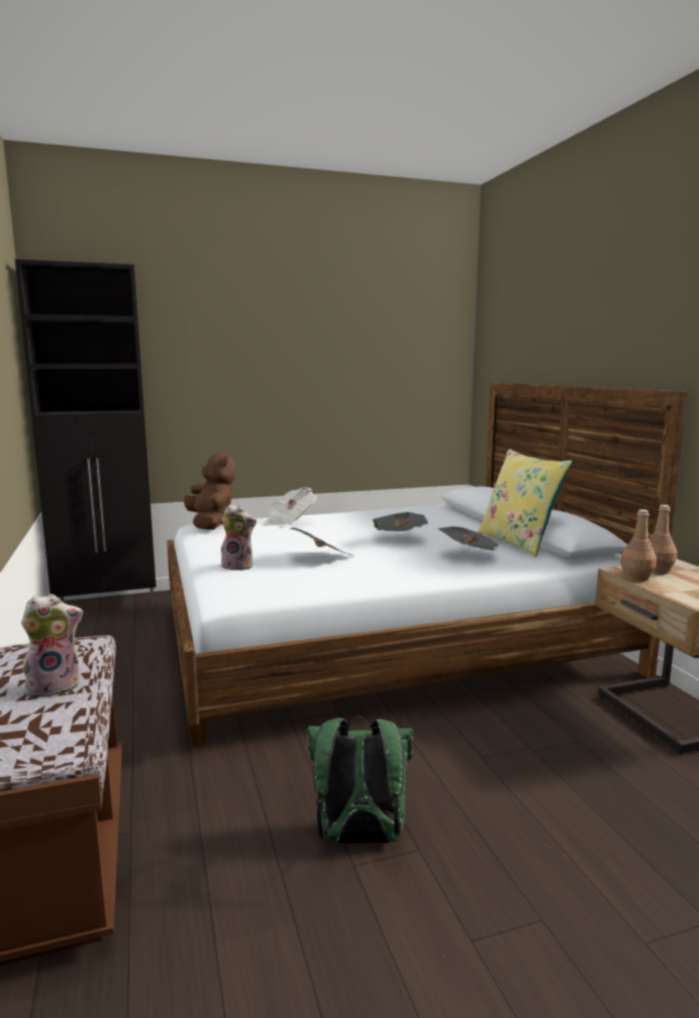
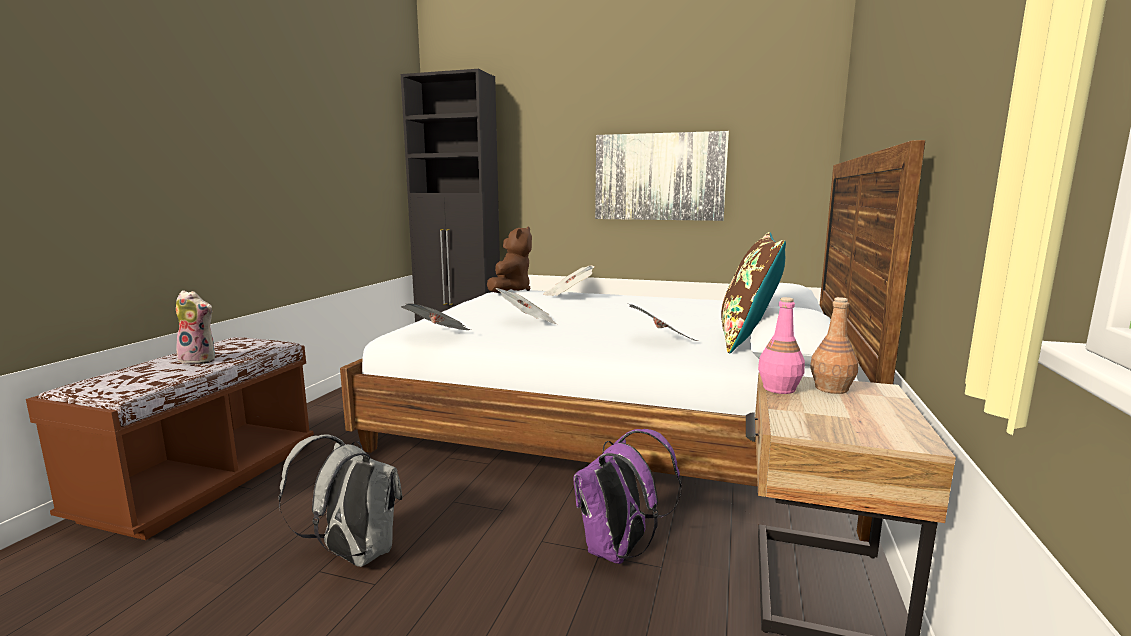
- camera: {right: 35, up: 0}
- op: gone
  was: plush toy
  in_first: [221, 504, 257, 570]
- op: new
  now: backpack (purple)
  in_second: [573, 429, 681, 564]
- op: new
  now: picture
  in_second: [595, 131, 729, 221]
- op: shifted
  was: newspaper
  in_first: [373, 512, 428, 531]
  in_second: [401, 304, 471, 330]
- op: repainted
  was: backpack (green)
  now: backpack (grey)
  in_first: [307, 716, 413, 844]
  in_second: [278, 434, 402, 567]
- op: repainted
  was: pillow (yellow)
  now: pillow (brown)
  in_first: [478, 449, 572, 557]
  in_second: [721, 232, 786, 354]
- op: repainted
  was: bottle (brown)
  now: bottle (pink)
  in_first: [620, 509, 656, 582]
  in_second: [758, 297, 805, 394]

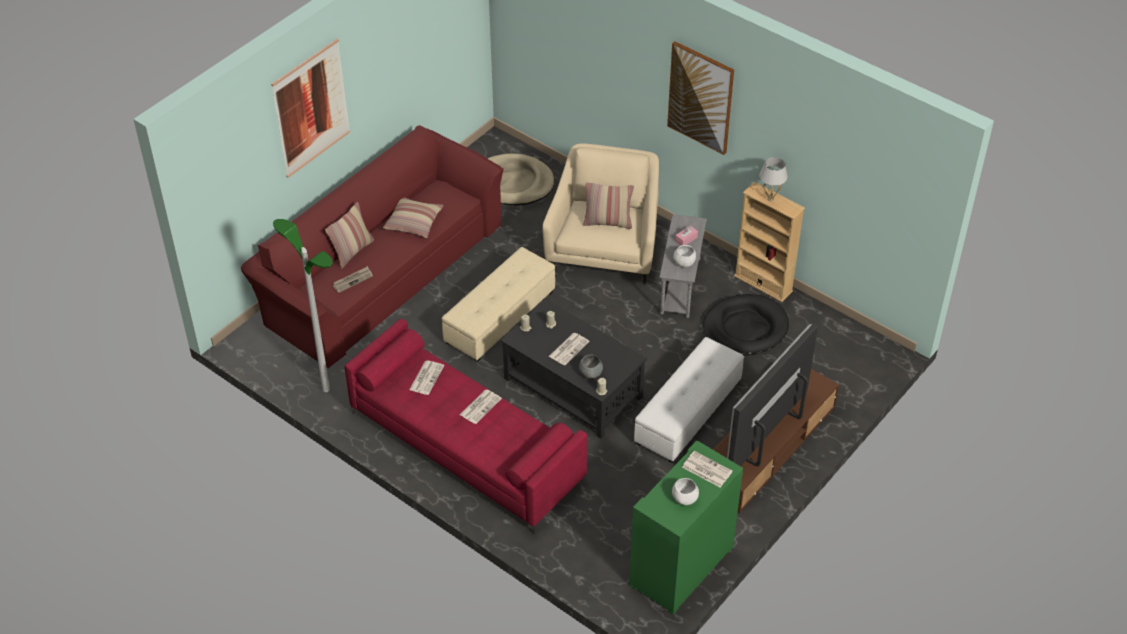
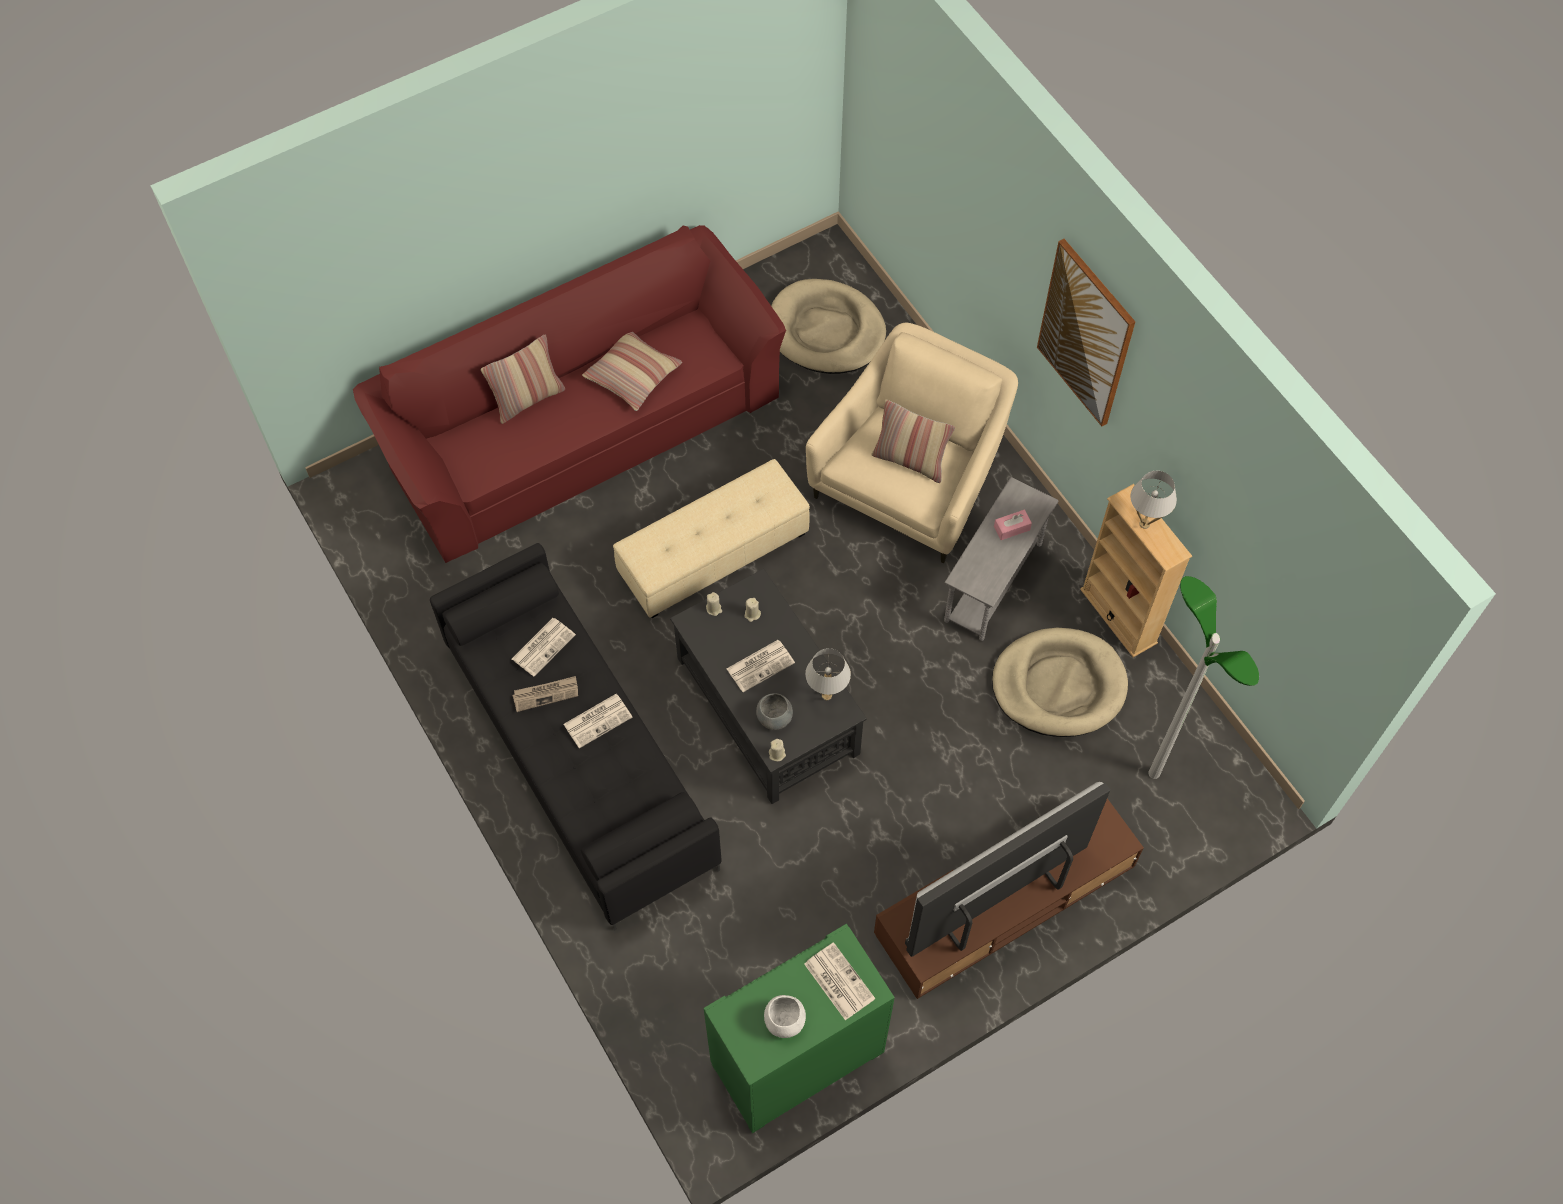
- camera: {right: 20, up: 15}
- op: gone
  was: picture
  in_first: [271, 39, 350, 178]
- op: gone
  was: ottoman (white)
  in_first: [634, 337, 744, 463]
- op: gone
  was: bowl (white)
  in_first: [673, 245, 696, 267]
- op: new
  now: table lamp (white)
  in_second: [805, 648, 851, 700]
- op: shifted
  was: floor lamp
  in_first: [273, 219, 333, 392]
  in_second: [1148, 576, 1259, 779]
- op: shifted
  was: newspaper
  in_first: [333, 266, 373, 293]
  in_second: [513, 676, 578, 712]
- op: repainted
  was: sofa (red)
  now: sofa (black)
  in_first: [345, 319, 588, 534]
  in_second: [430, 543, 722, 931]
- op: repainted
  was: dog bed (black)
  now: dog bed (beige)
  in_first: [703, 294, 789, 356]
  in_second: [992, 628, 1128, 737]

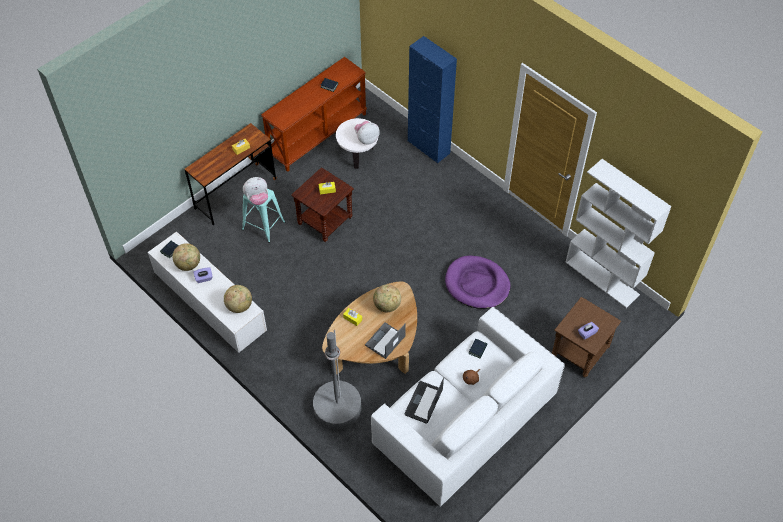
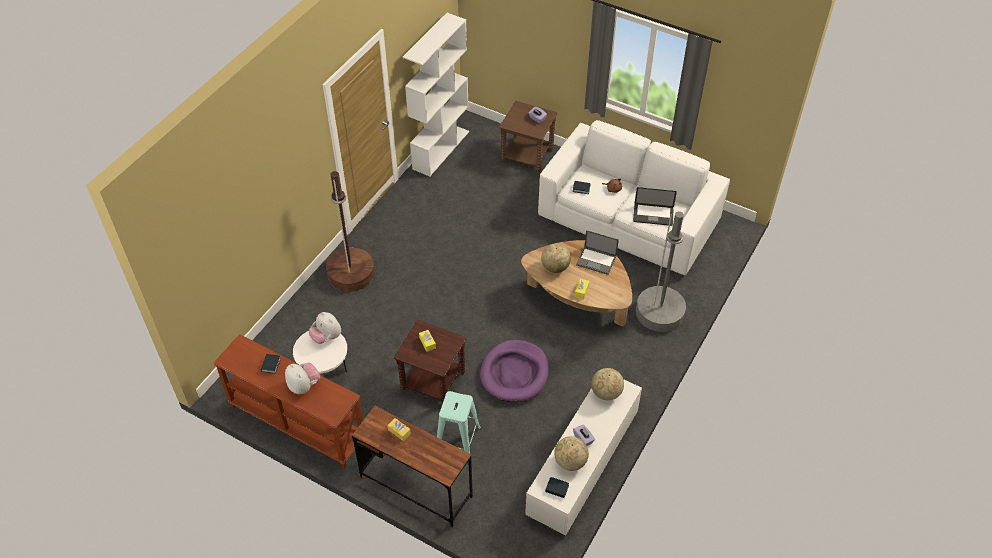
- camera: {right: -105, up: -5}
- op: gone
  was: cabinet (blue)
  in_first: [408, 36, 457, 163]
- op: new
  now: floor lamp (brown)
  in_second: [326, 171, 375, 292]
- op: shifted
  was: plush toy
  in_first: [243, 177, 268, 205]
  in_second: [285, 363, 320, 394]
- op: shifted
  was: dog bed (purple)
  in_first: [445, 256, 511, 309]
  in_second: [480, 340, 549, 402]

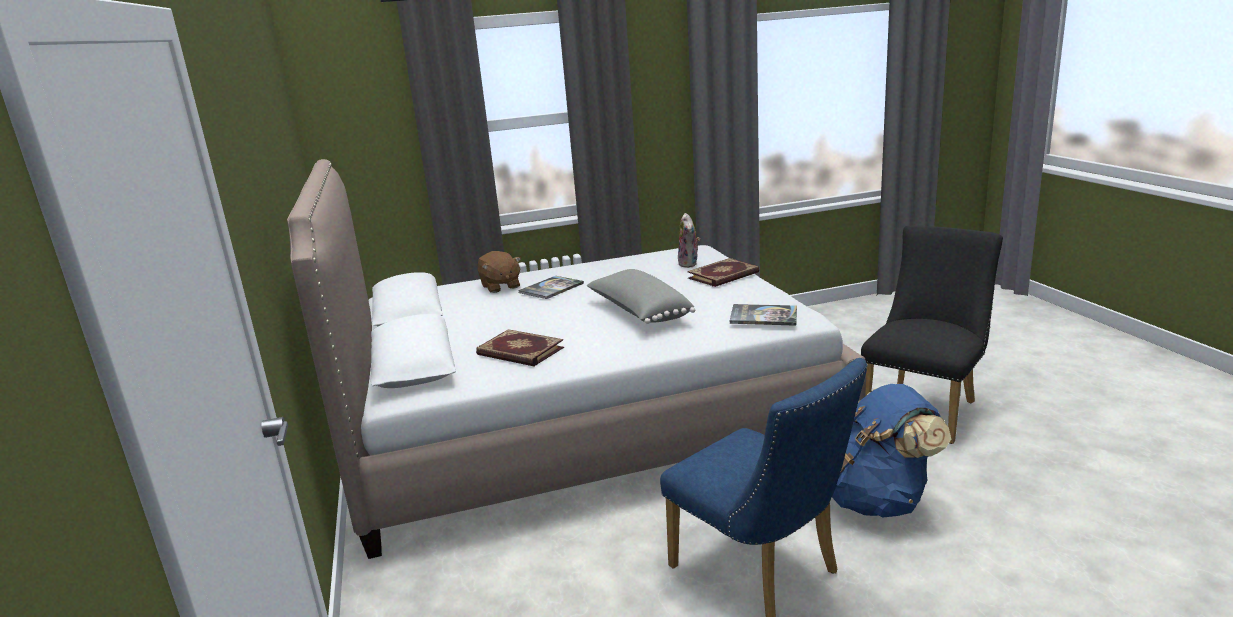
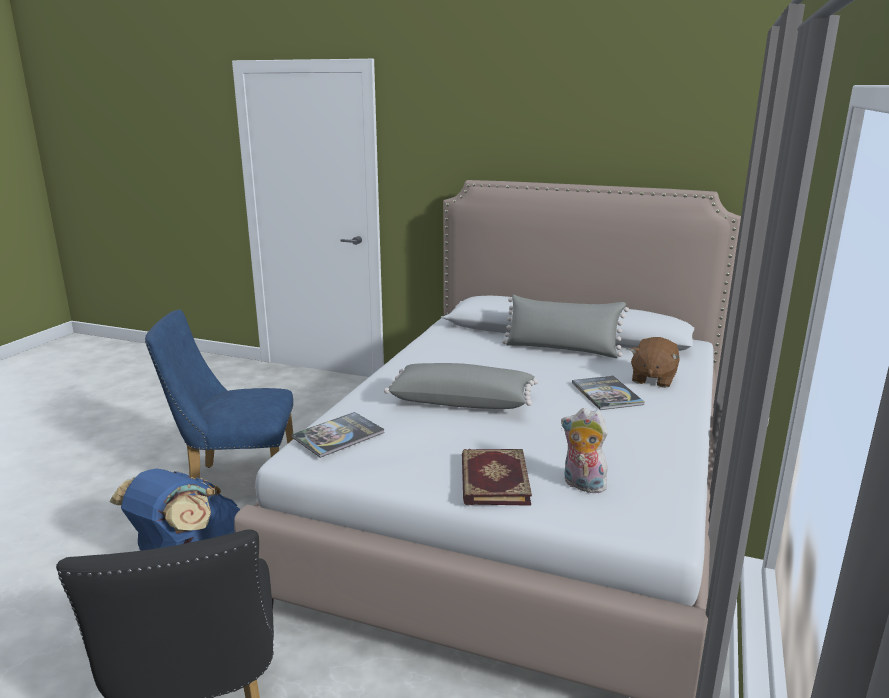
- camera: {right: 125, up: 0}
- op: gone
  was: book
  in_first: [476, 329, 564, 366]
- op: new
  now: pillow (grey)
  in_second: [502, 295, 629, 358]
- op: rotated
  was: plush toy (brown)
  in_first: [477, 251, 521, 293]
  in_second: [630, 337, 680, 388]
  clockwise: -75

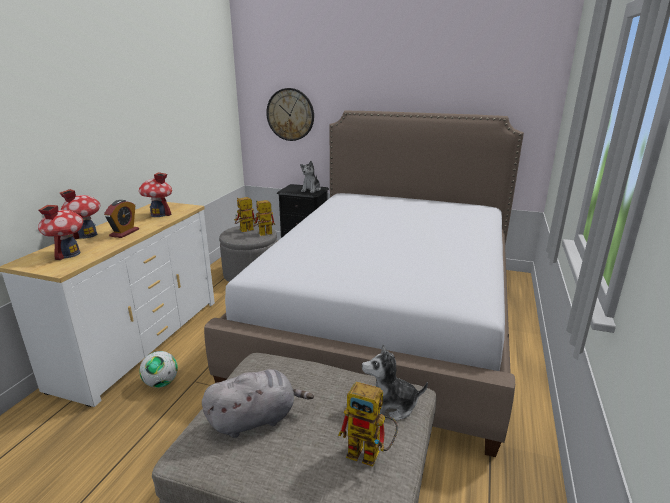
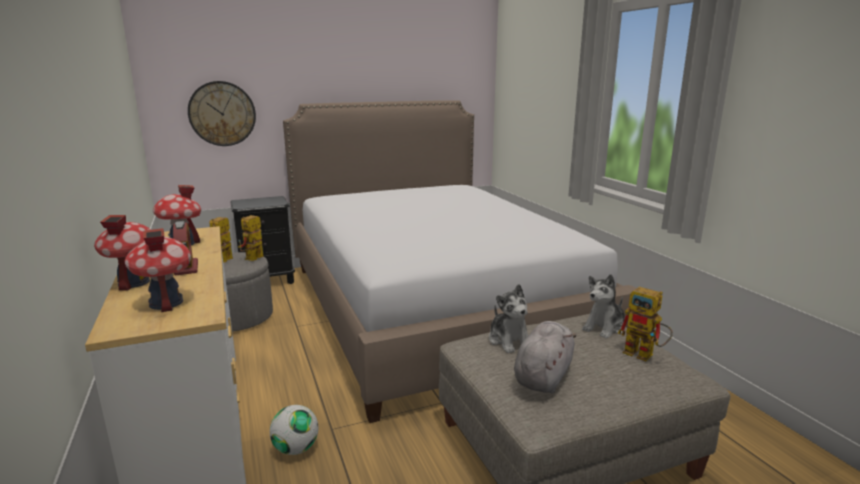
- camera: {right: -40, up: -5}
- op: shifted
  was: plush toy
  in_first: [300, 161, 321, 193]
  in_second: [489, 284, 528, 353]
- op: rotated
  was: toy robot
  in_first: [338, 382, 398, 467]
  in_second: [618, 287, 673, 361]
  clockwise: 60

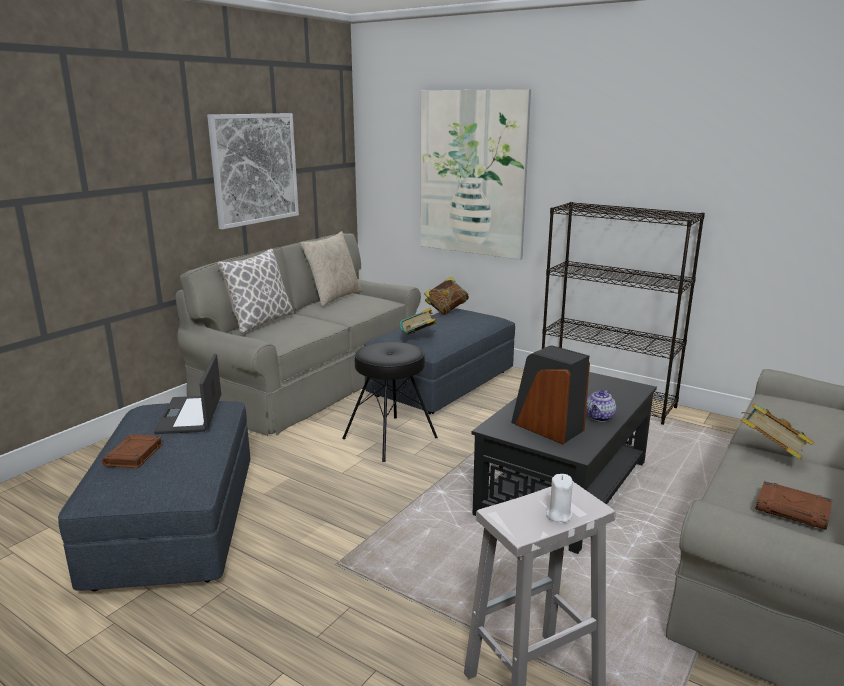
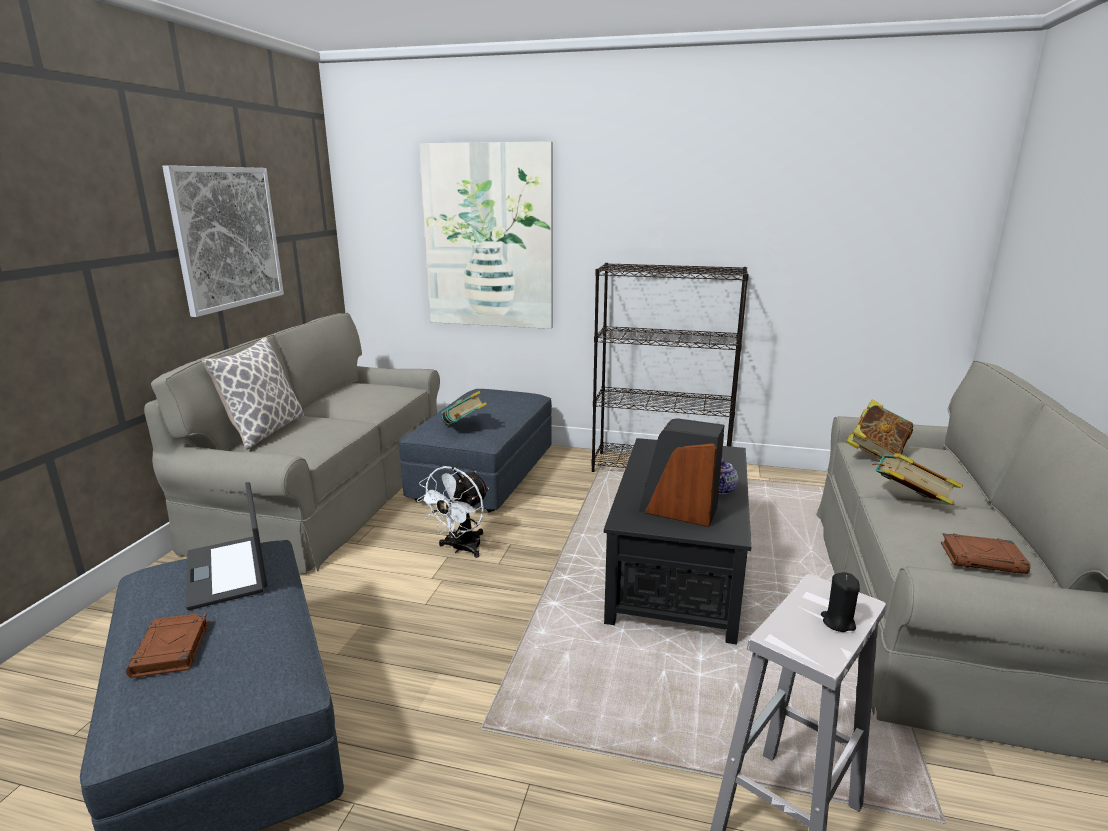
- camera: {right: -20, up: 0}
- op: gone
  was: pillow (beige)
  in_first: [300, 231, 362, 307]
- op: shifted
  was: book
  in_first: [424, 276, 469, 315]
  in_second: [846, 400, 913, 459]
- op: swapped
  was: stool (black)
  now: fan (white)
  in_first: [342, 342, 438, 462]
  in_second: [417, 466, 489, 558]
- op: repainted
  was: candle (white)
  now: candle (black)
  in_first: [546, 474, 573, 523]
  in_second: [821, 572, 860, 632]

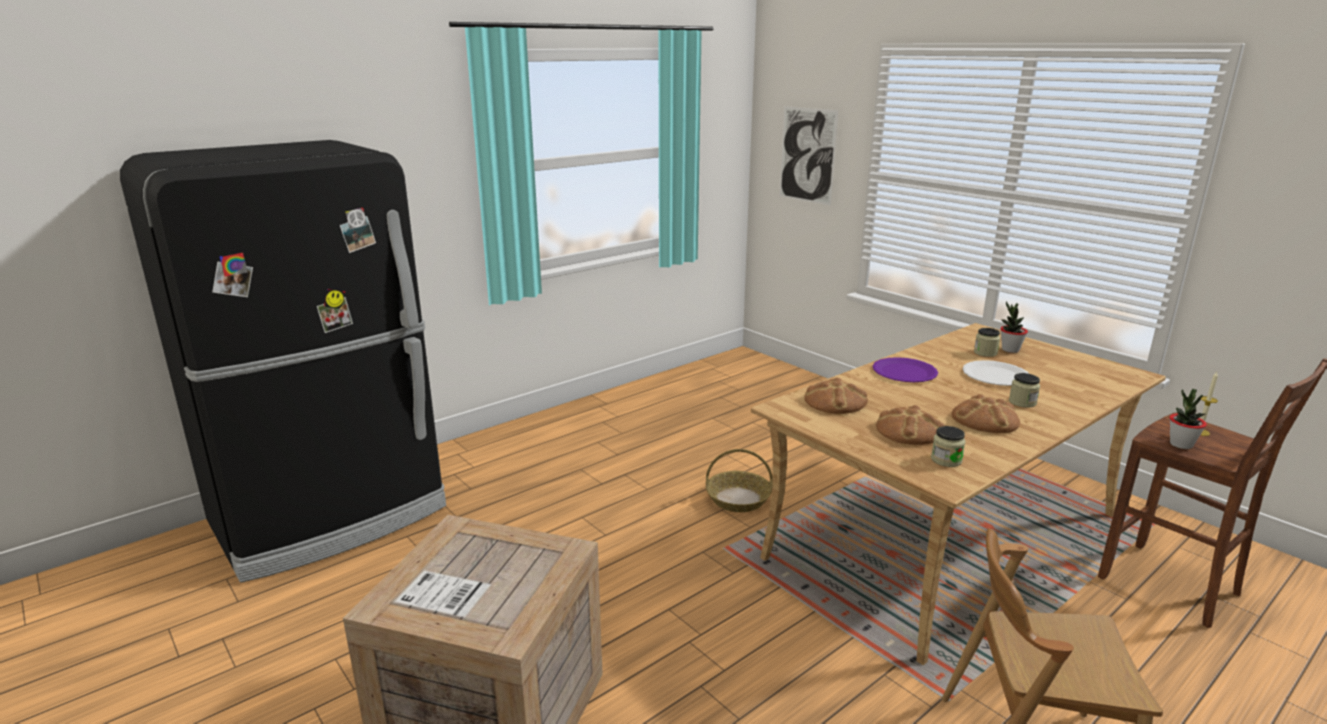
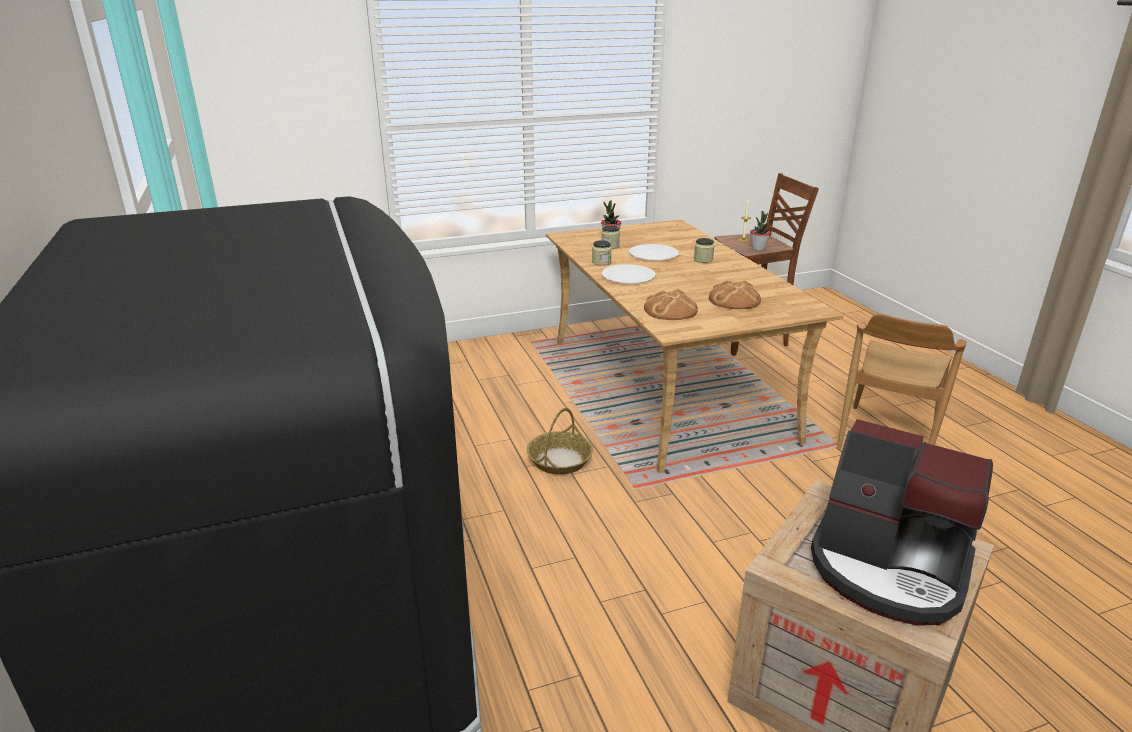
- camera: {right: -70, up: 5}
- op: gone
  was: picture
  in_first: [779, 106, 838, 206]
- op: gone
  was: bread
  in_first: [952, 394, 1020, 433]
- op: new
  now: coffee machine
  in_second: [811, 419, 993, 626]
- op: shifted
  was: jar
  in_first: [931, 426, 965, 467]
  in_second: [592, 240, 612, 266]
- op: repainted
  was: plate (purple)
  now: plate (white)
  in_first: [873, 357, 938, 382]
  in_second: [602, 264, 656, 284]

